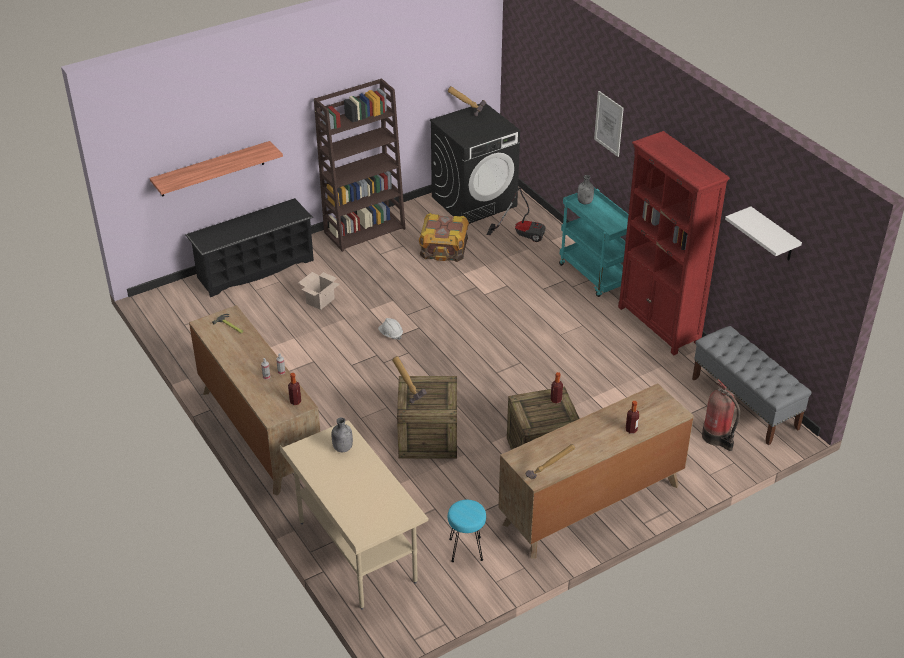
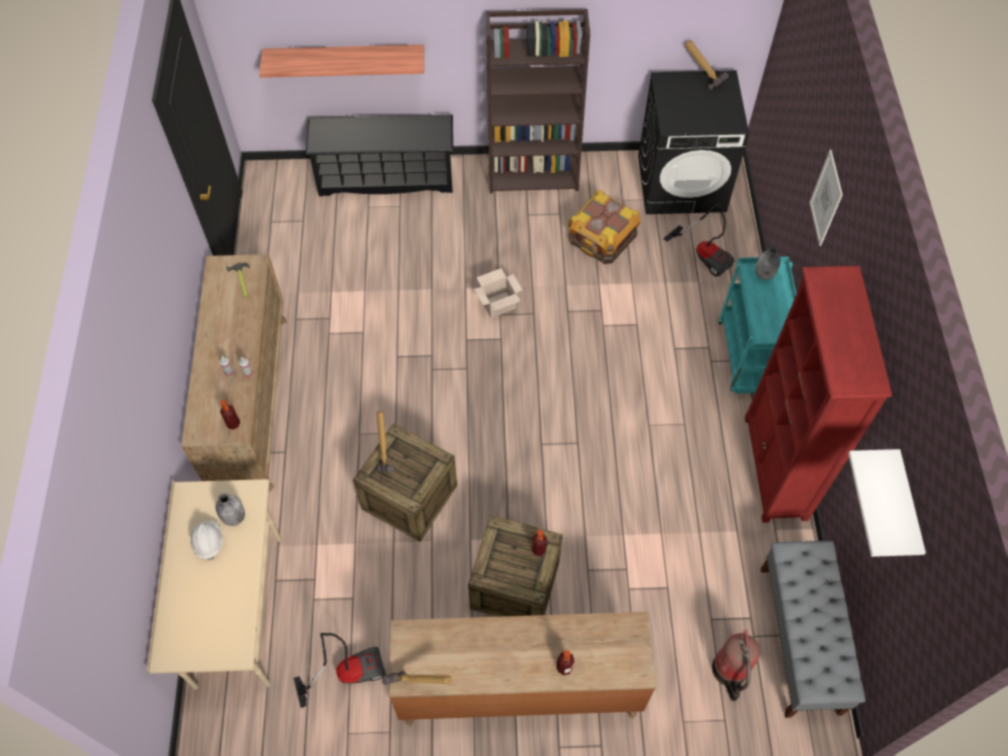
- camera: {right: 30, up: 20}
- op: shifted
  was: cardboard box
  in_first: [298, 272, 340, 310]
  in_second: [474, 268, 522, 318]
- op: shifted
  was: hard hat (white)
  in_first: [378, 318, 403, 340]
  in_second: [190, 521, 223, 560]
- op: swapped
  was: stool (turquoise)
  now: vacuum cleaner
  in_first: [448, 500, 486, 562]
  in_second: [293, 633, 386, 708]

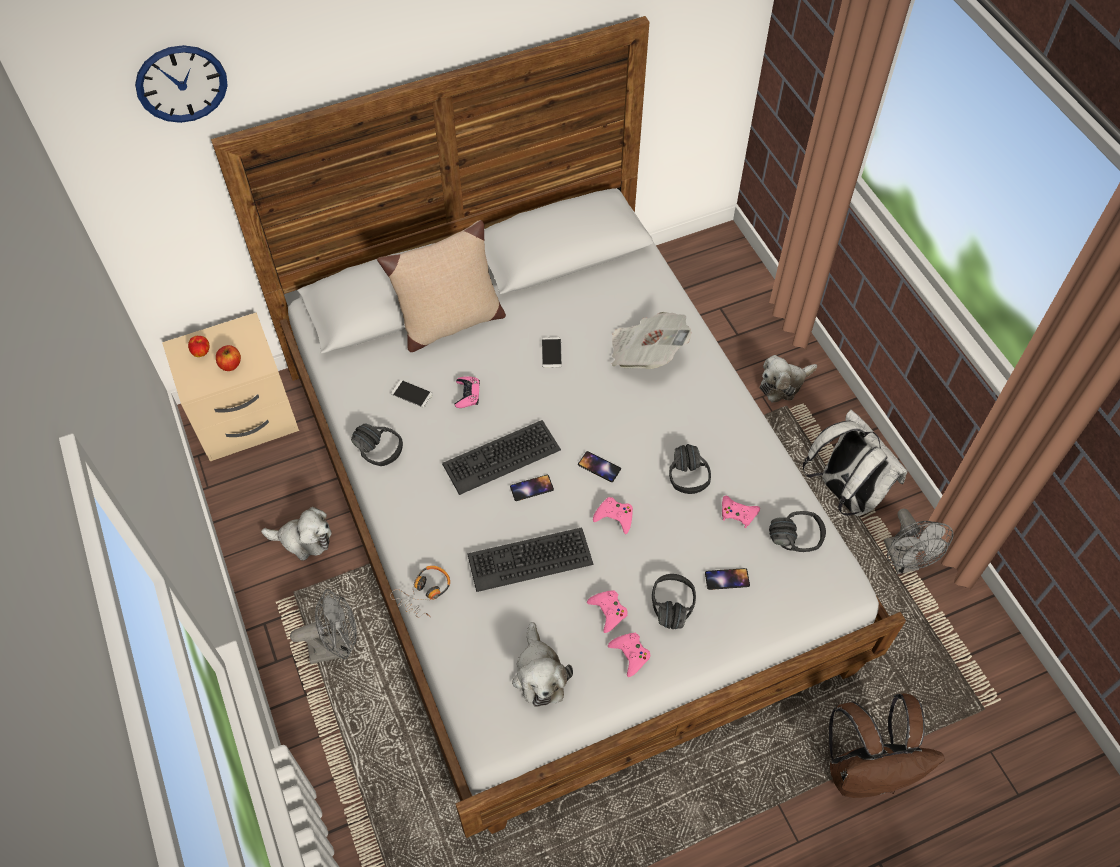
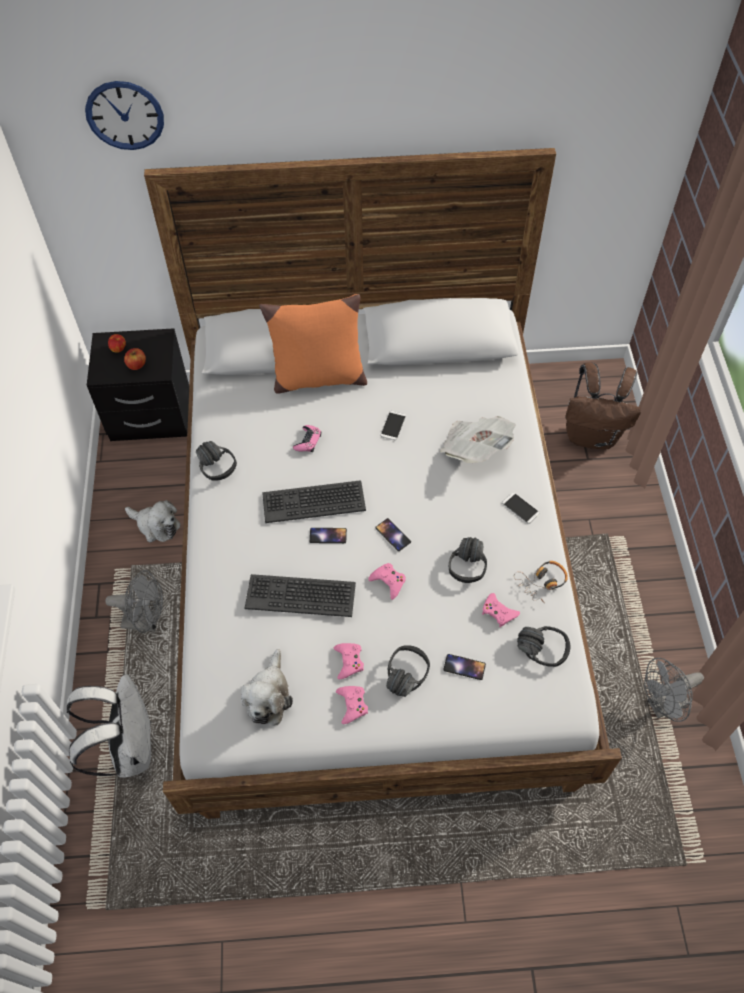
- camera: {right: 20, up: 0}
- op: gone
  was: plush toy
  in_first: [760, 355, 817, 402]
- op: shifted
  was: headphones
  in_first: [390, 566, 450, 618]
  in_second: [514, 561, 568, 602]
- op: shifted
  was: phone
  in_first: [391, 380, 433, 408]
  in_second: [502, 493, 540, 524]
- op: shifted
  was: backpack (white)
  in_first: [802, 410, 908, 516]
  in_second: [67, 674, 152, 778]
- op: shifted
  was: backpack (brown)
  in_first: [829, 693, 945, 798]
  in_second: [565, 362, 641, 449]
- op: repainted
  was: nightstand (beige)
  now: nightstand (black)
  in_first: [162, 312, 299, 461]
  in_second: [87, 328, 189, 441]
- op: repainted
  was: pillow (beige)
  now: pillow (orange)
  in_first: [377, 220, 506, 352]
  in_second: [259, 294, 367, 394]
- op: rotated
  was: fan (grey)
  in_first: [884, 508, 954, 574]
  in_second: [644, 658, 704, 722]
  clockwise: 60

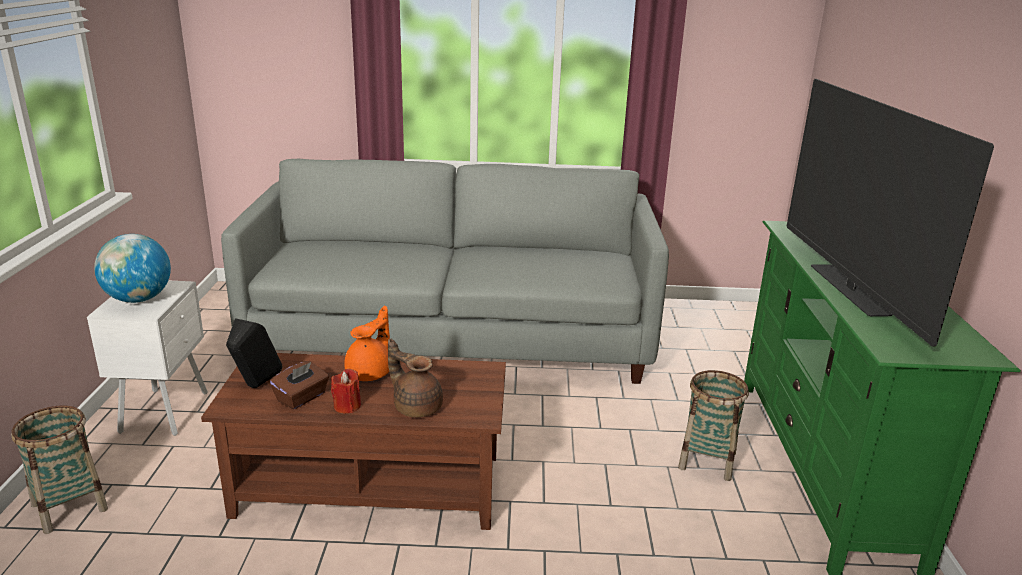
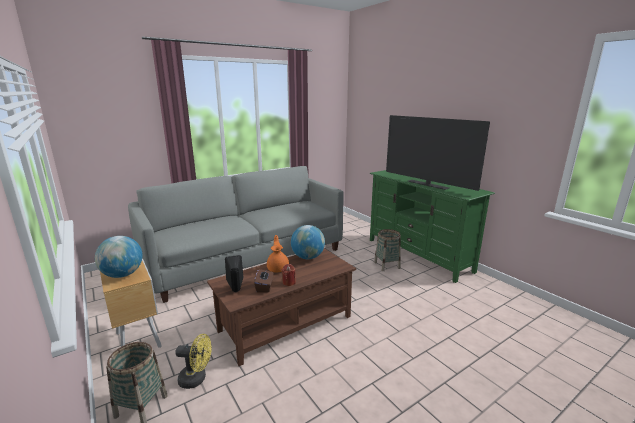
- camera: {right: -35, up: -5}
- op: gone
  was: teapot (brown)
  in_first: [388, 339, 443, 417]
- op: new
  now: fan (yellow)
  in_second: [175, 334, 212, 389]
- op: new
  now: globe
  in_second: [291, 225, 325, 259]
- op: repainted
  was: nightstand (white)
  now: nightstand (brown)
  in_first: [87, 280, 208, 436]
  in_second: [100, 259, 162, 348]

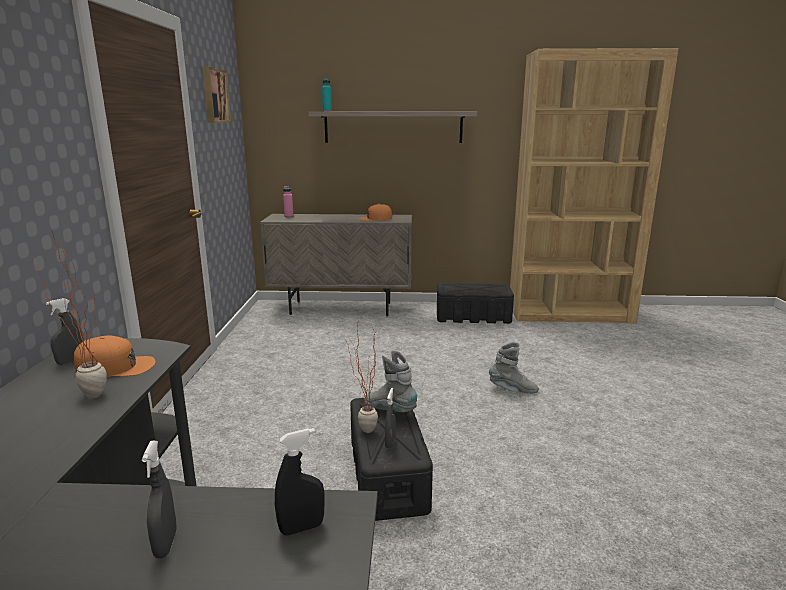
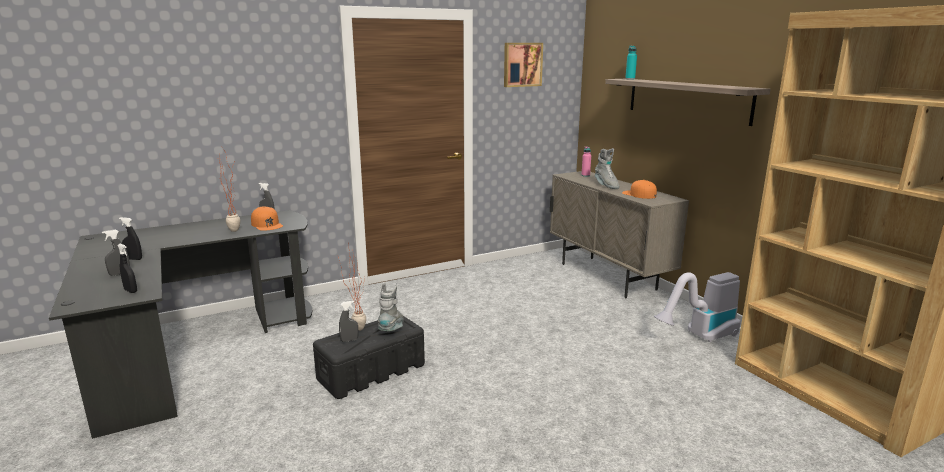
- camera: {right: 60, up: 0}
- op: new
  now: spray bottle (black)
  in_second: [119, 217, 142, 260]
- op: shifted
  was: boot (grey)
  in_first: [489, 342, 539, 394]
  in_second: [595, 148, 619, 189]
- op: swapped
  was: storage box (black)
  now: vacuum cleaner
  in_first: [437, 283, 514, 324]
  in_second: [654, 272, 741, 342]

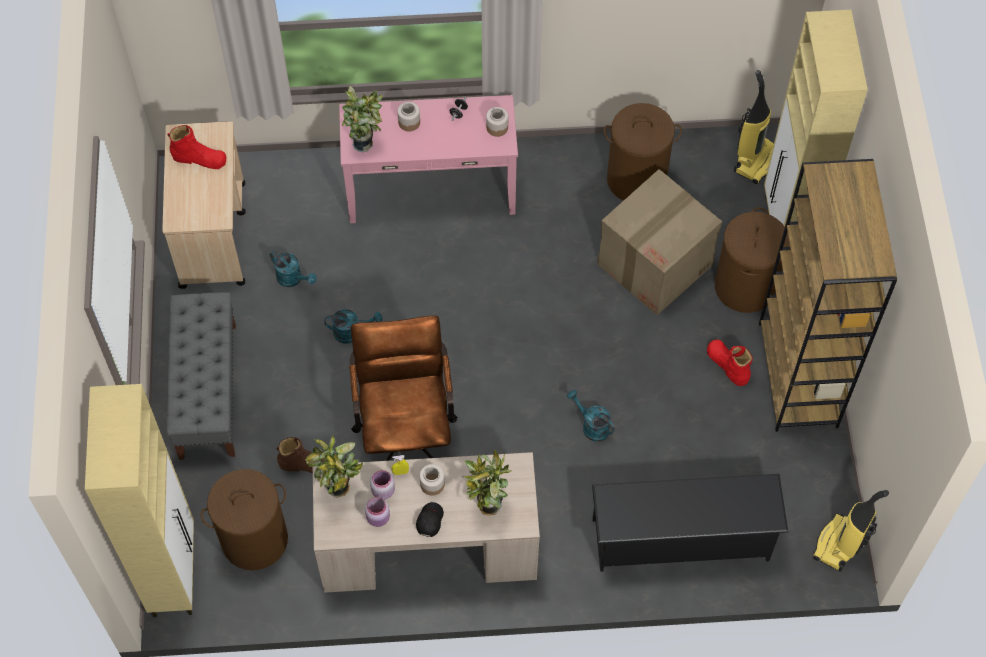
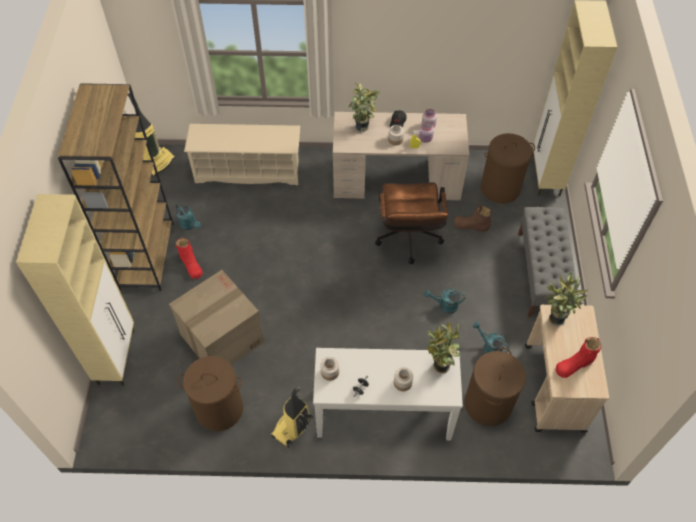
- camera: {right: -175, up: -5}
- op: shifted
  was: potted plant
  in_first: [305, 434, 363, 498]
  in_second: [545, 272, 589, 326]
- op: shifted
  was: watering can (turquoise)
  in_first: [567, 390, 615, 442]
  in_second: [176, 203, 201, 230]
- op: shifted
  was: laundry basket (brown)
  in_first: [715, 207, 790, 313]
  in_second: [465, 348, 526, 426]
- op: shifted
  was: vacuum cleaner
  in_first: [734, 70, 774, 184]
  in_second: [271, 387, 313, 448]
- op: repainted
  was: console table (pink)
  now: console table (white)
  in_first: [339, 95, 518, 223]
  in_second: [313, 348, 463, 441]
- op: repainted
  was: shoe rack (black)
  now: shoe rack (beige)
  in_first: [592, 474, 788, 572]
  in_second: [184, 124, 300, 185]
- op: rotated
  was: boot (red)
  in_first: [168, 125, 226, 169]
  in_second: [556, 337, 601, 378]
  clockwise: -45

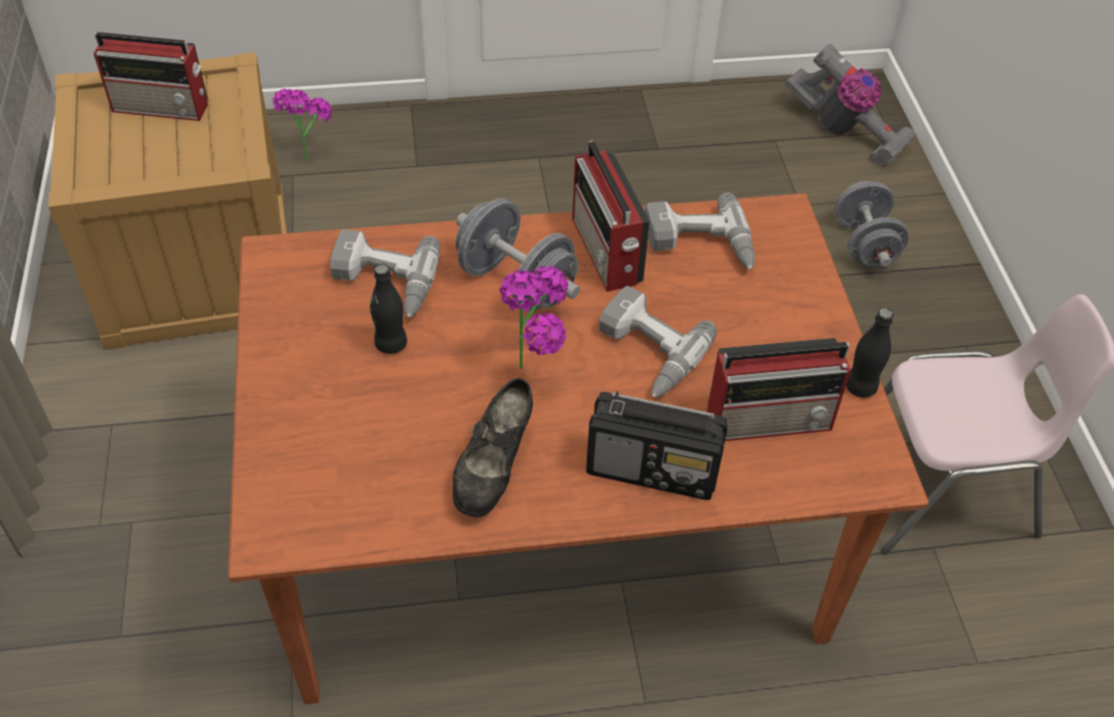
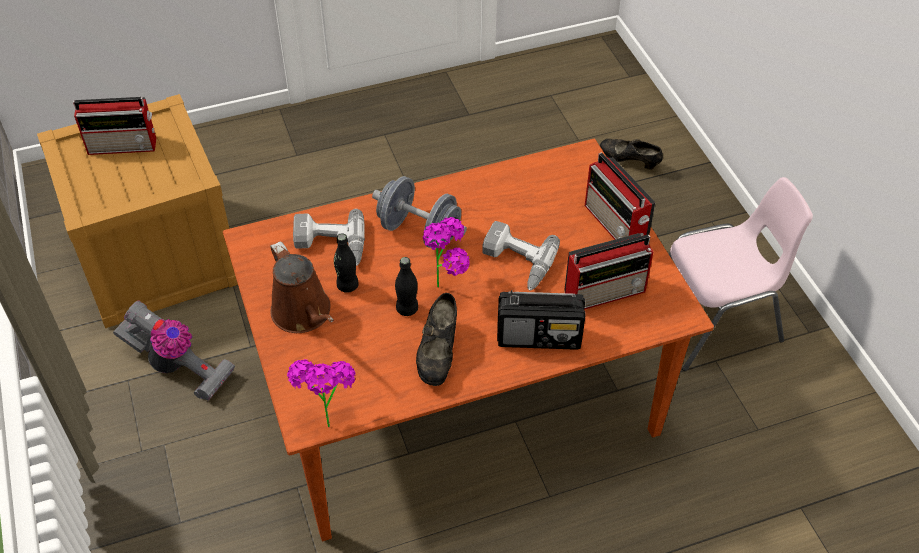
- camera: {right: -10, up: 0}
- op: gone
  was: power drill
  in_first: [645, 193, 755, 269]
- op: new
  now: watering can (brown)
  in_second: [270, 241, 334, 333]
- op: shifted
  was: potted plant
  in_first: [272, 88, 332, 161]
  in_second: [287, 359, 356, 428]
- op: shifted
  was: radio
  in_first: [572, 141, 650, 292]
  in_second: [585, 153, 656, 240]
- op: shifted
  was: vacuum cleaner
  in_first: [785, 44, 917, 166]
  in_second: [113, 301, 235, 402]
- op: shifted
  was: bottle (black)
  in_first: [846, 308, 894, 397]
  in_second: [395, 257, 418, 316]
- op: swapped
  was: dumbbell (grey)
  now: shoe (black)
  in_first: [834, 181, 909, 267]
  in_second: [600, 139, 663, 170]

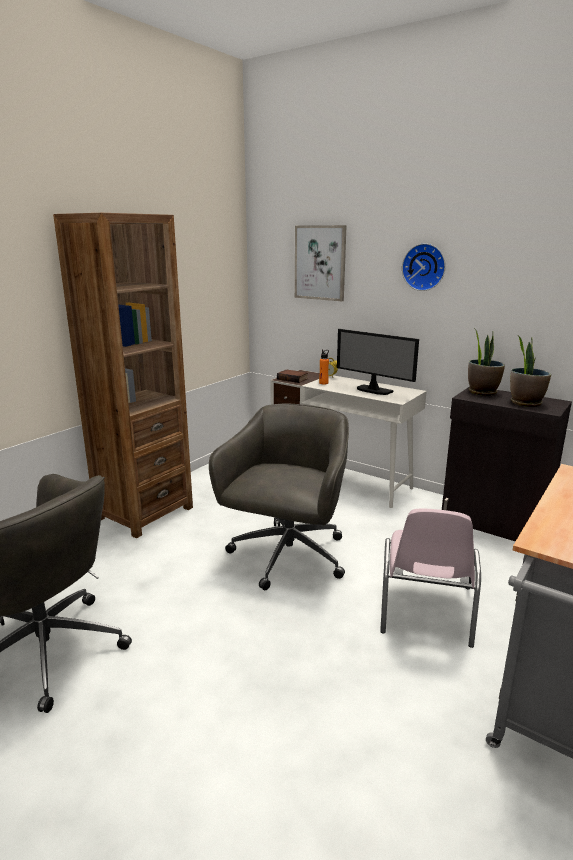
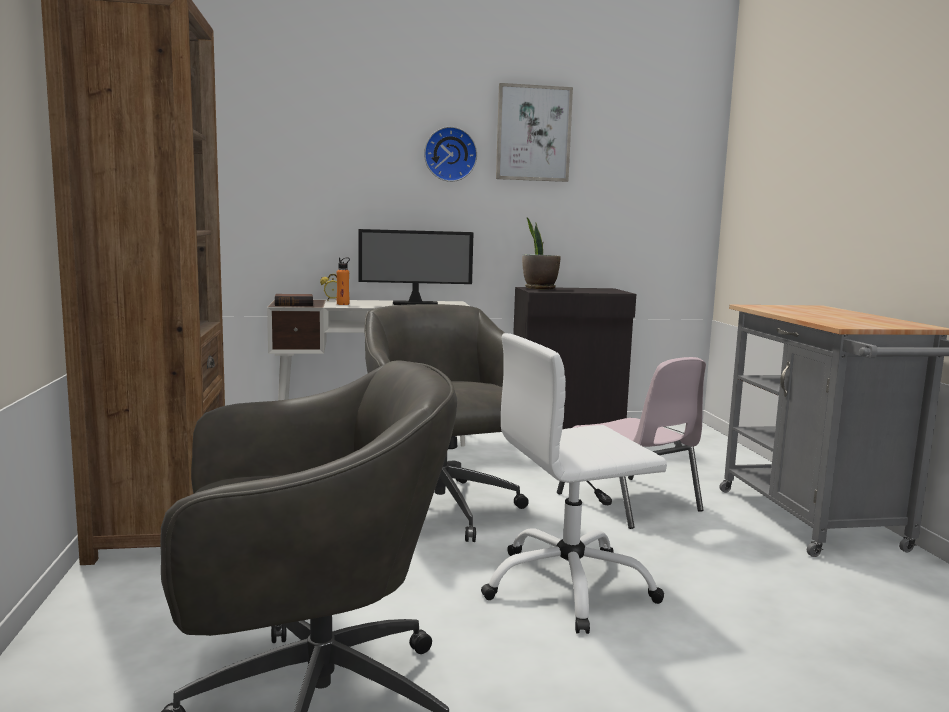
- camera: {right: -45, up: -10}
- op: gone
  was: potted plant
  in_first: [510, 336, 551, 407]
- op: new
  now: office chair (white)
  in_second: [481, 333, 667, 634]
- op: shifted
  was: picture
  in_first: [295, 225, 347, 301]
  in_second: [496, 83, 573, 182]

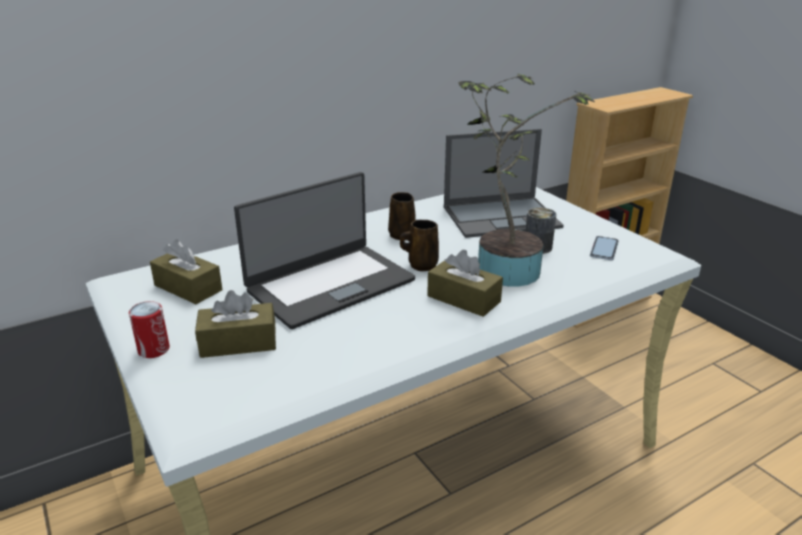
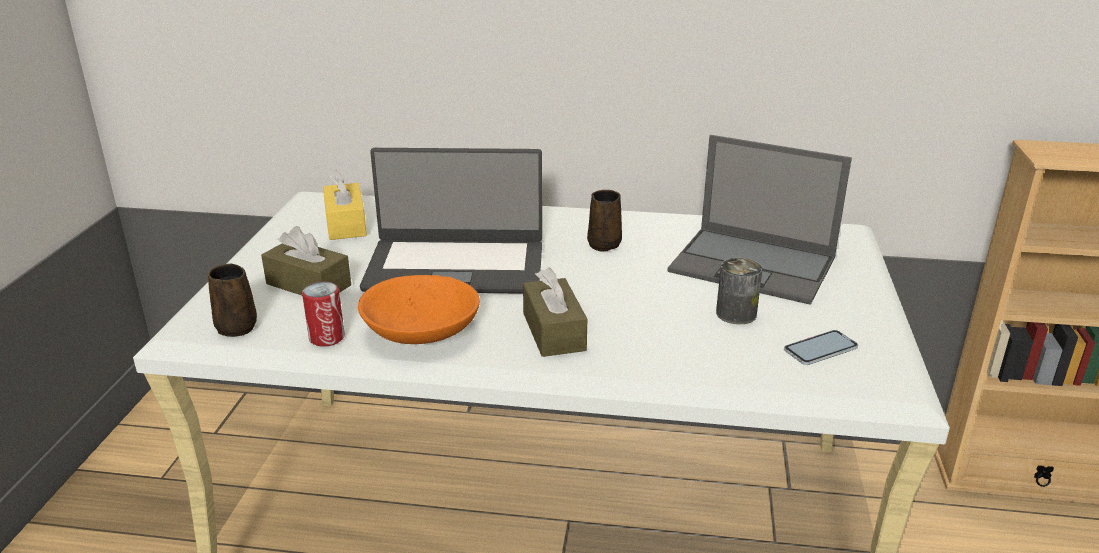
- camera: {right: 40, up: 0}
- op: gone
  was: potted plant
  in_first: [458, 73, 595, 287]
- op: new
  now: bowl (orange)
  in_second: [358, 275, 480, 344]
- op: shifted
  was: can
  in_first: [129, 301, 170, 358]
  in_second: [302, 281, 345, 347]
- op: shifted
  was: mug (brown)
  in_first: [400, 220, 439, 271]
  in_second: [208, 264, 257, 337]
- op: repainted
  was: tissue box (brown)
  now: tissue box (yellow)
  in_first: [150, 239, 223, 304]
  in_second: [323, 170, 367, 240]

